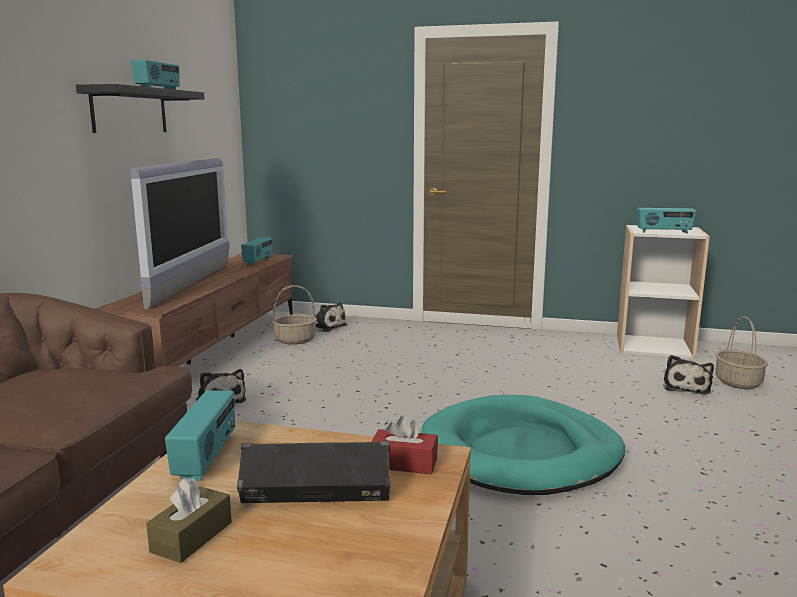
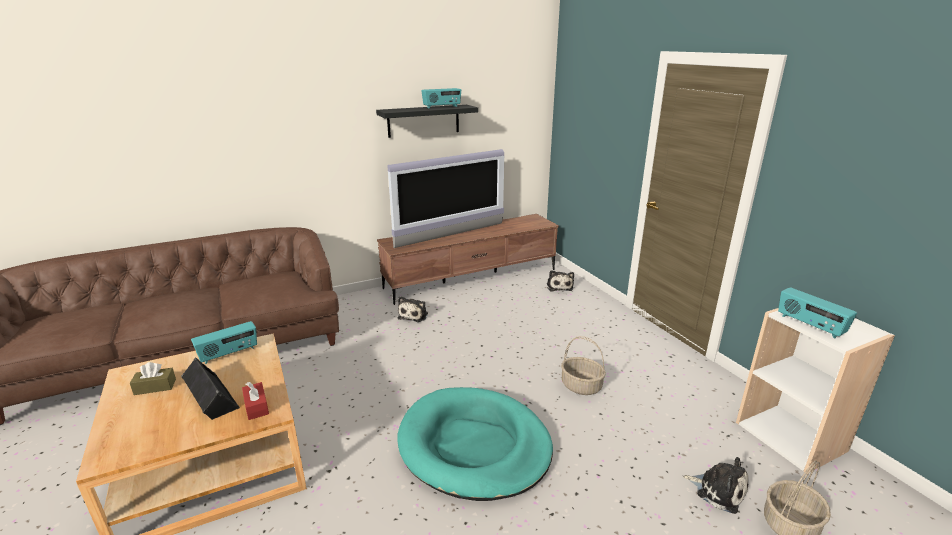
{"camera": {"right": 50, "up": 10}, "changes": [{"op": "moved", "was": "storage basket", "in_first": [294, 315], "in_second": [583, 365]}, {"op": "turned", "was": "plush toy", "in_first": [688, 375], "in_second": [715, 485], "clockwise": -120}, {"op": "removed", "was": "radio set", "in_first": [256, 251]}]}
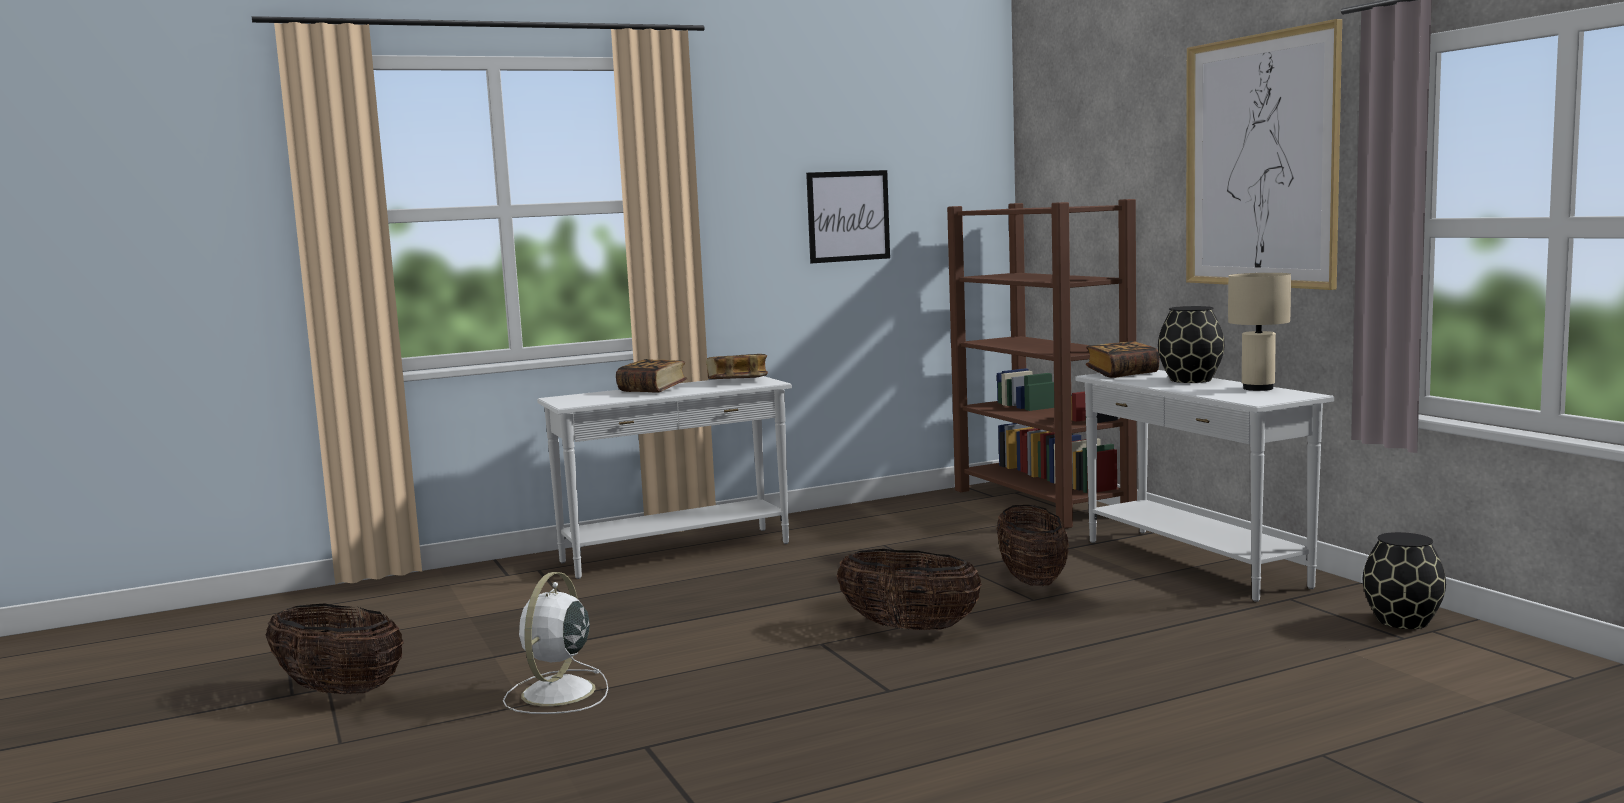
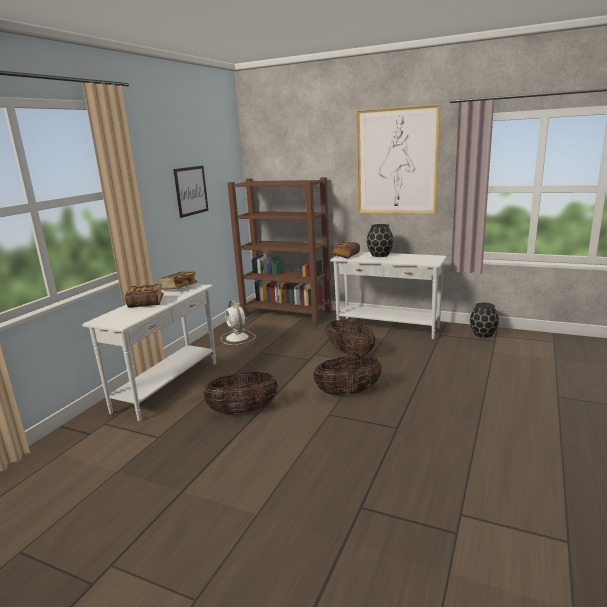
{"camera": {"right": -40, "up": 10}, "changes": [{"op": "moved", "was": "storage basket", "in_first": [335, 649], "in_second": [240, 393]}, {"op": "moved", "was": "white-coloured fan", "in_first": [555, 643], "in_second": [238, 322]}, {"op": "removed", "was": "beige lamp for a table", "in_first": [1259, 332]}]}
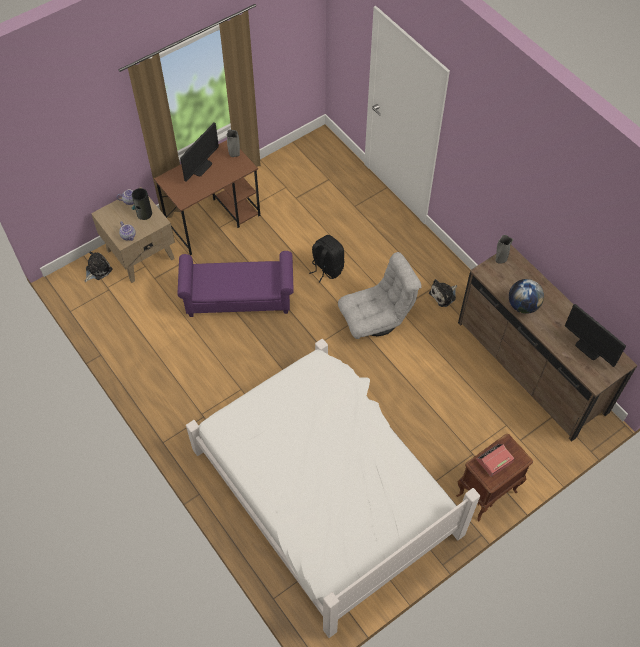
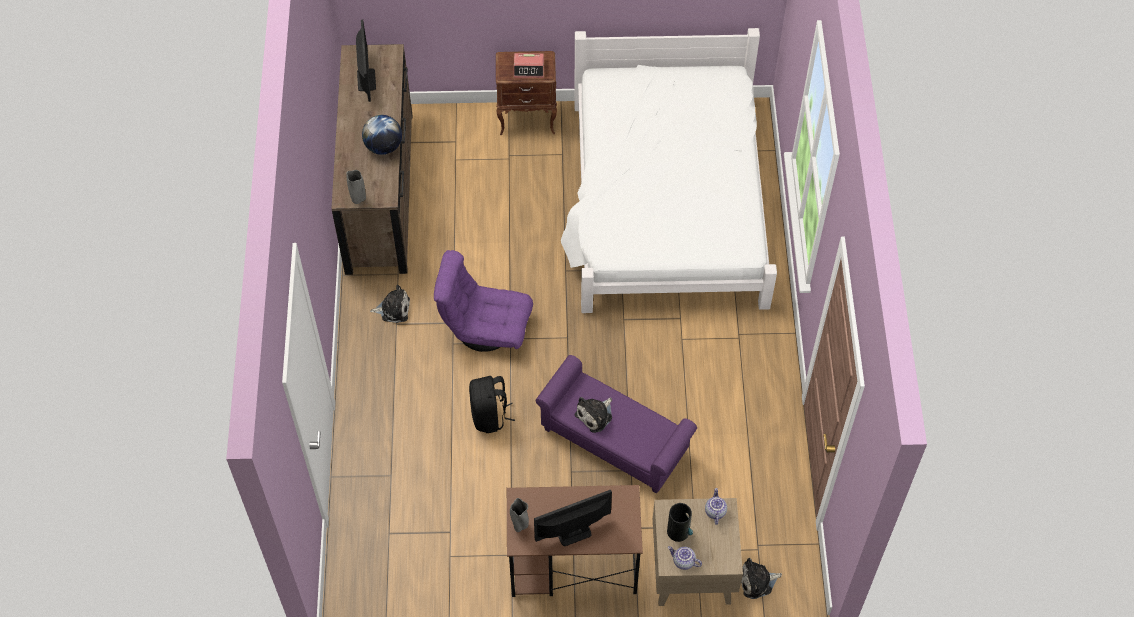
{"camera": {"right": -145, "up": 0}, "changes": [{"op": "recoloured", "was": "gray easy chair", "now": "purple easy chair", "in_first": [379, 295], "in_second": [483, 301]}, {"op": "added", "now": "plush toy", "in_second": [593, 415]}]}
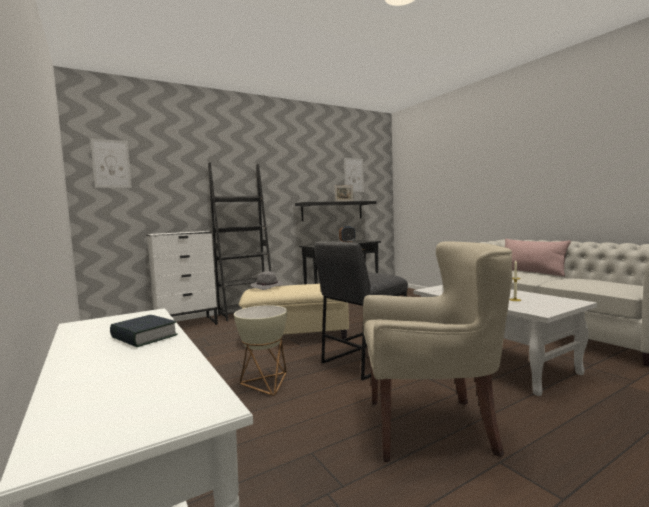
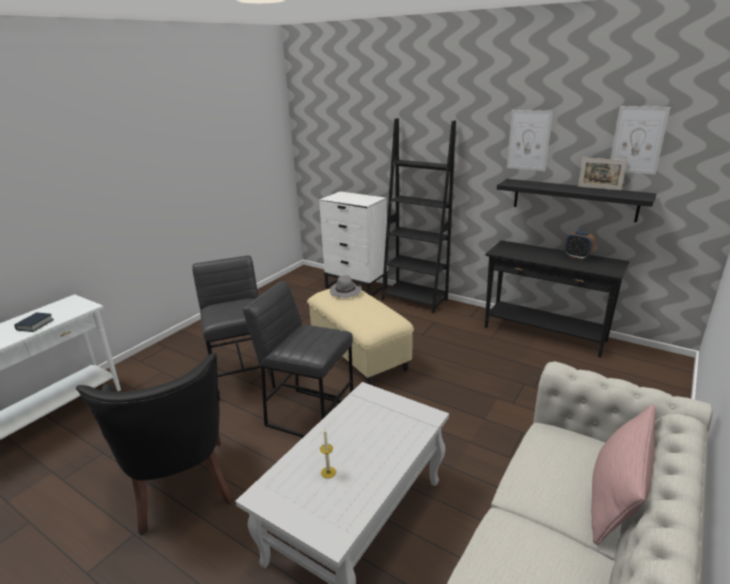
{"camera": {"right": 65, "up": 20}, "changes": [{"op": "recoloured", "was": "beige easy chair", "now": "blackish easy chair", "in_first": [437, 351], "in_second": [154, 444]}, {"op": "replaced", "was": "plant pot", "now": "gray stool", "in_first": [260, 350], "in_second": [233, 328]}, {"op": "moved", "was": "picture", "in_first": [111, 163], "in_second": [530, 140]}]}
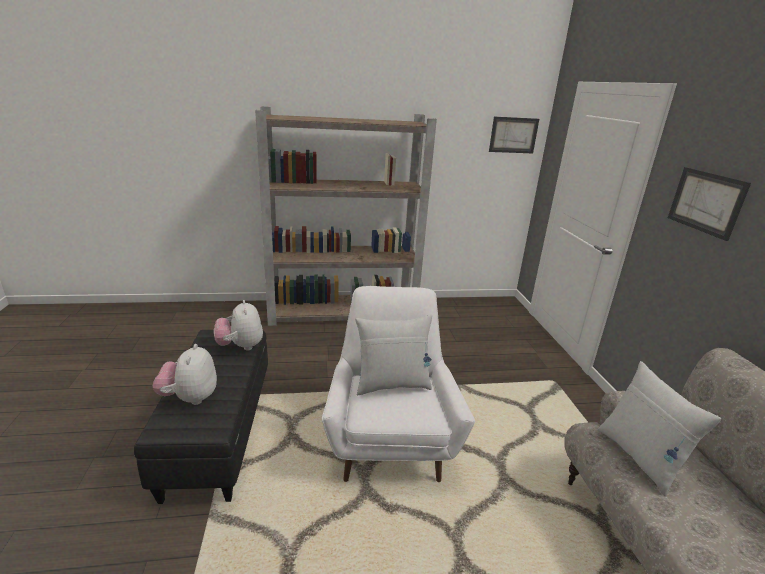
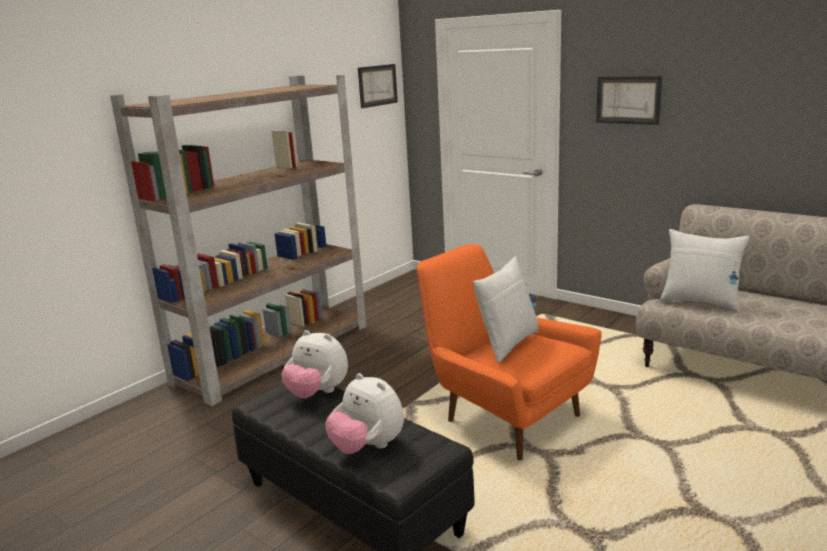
{"camera": {"right": -40, "up": -5}, "changes": [{"op": "recoloured", "was": "white-coloured easy chair", "now": "orange-coloured easy chair", "in_first": [398, 384], "in_second": [509, 352]}]}
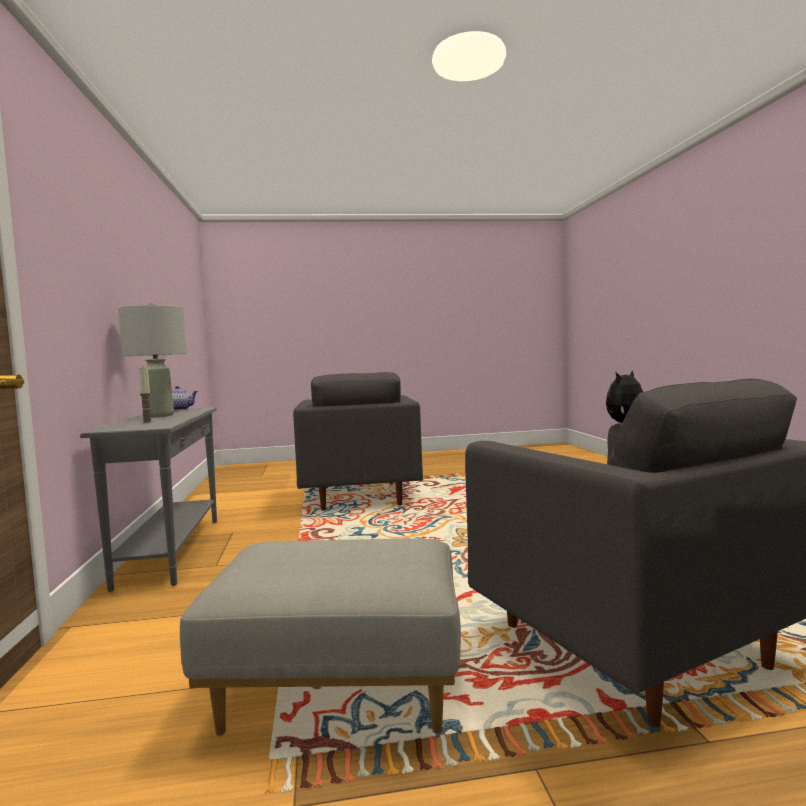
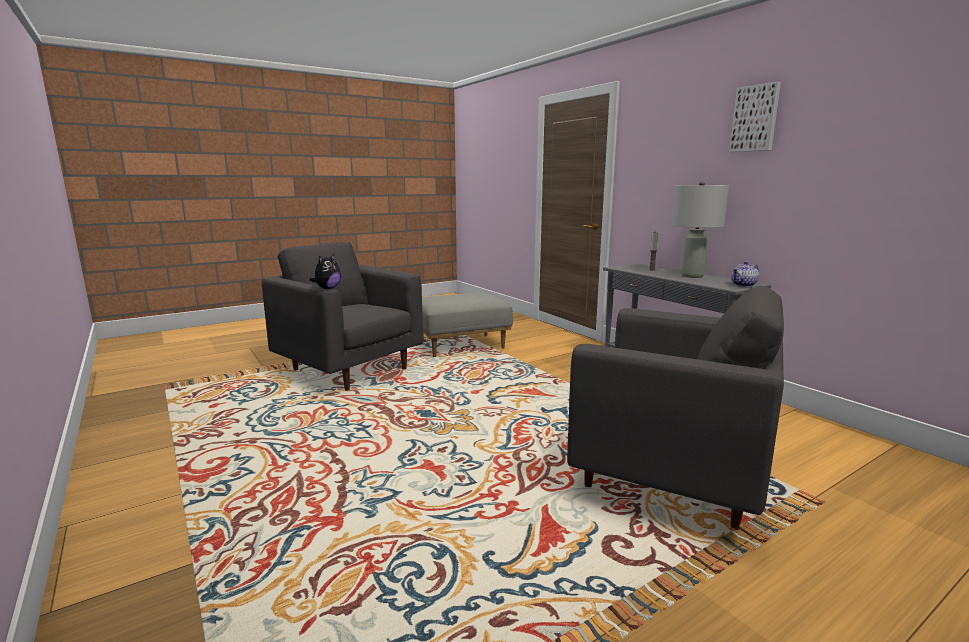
{"camera": {"right": 155, "up": 10}, "changes": [{"op": "turned", "was": "gray easy chair", "in_first": [358, 441], "in_second": [675, 408], "clockwise": 150}, {"op": "added", "now": "picture", "in_second": [755, 117]}]}
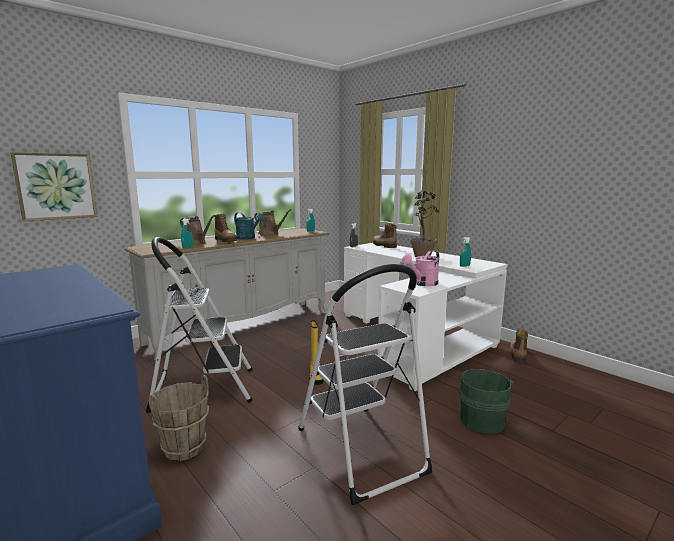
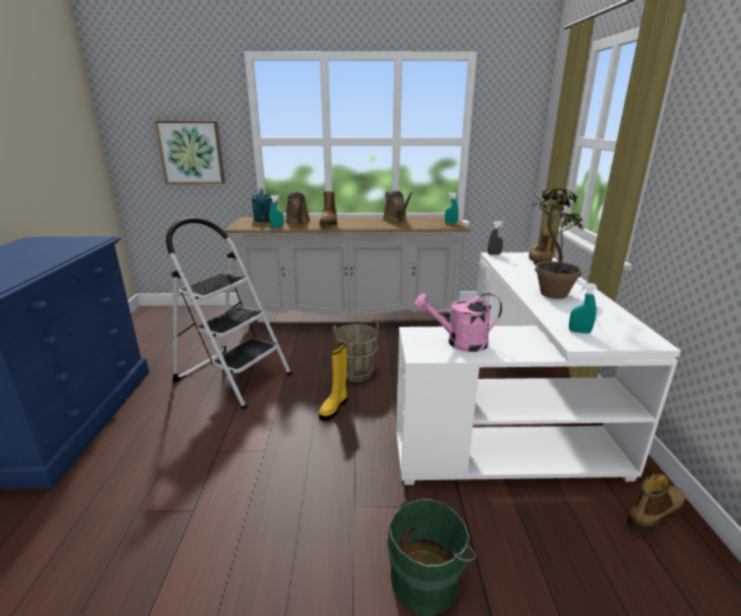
{"camera": {"right": 40, "up": 10}, "changes": [{"op": "moved", "was": "turquoise watering pot", "in_first": [249, 225], "in_second": [262, 205]}, {"op": "moved", "was": "brown-coloured pail", "in_first": [179, 417], "in_second": [356, 352]}, {"op": "removed", "was": "stepladder", "in_first": [365, 384]}]}
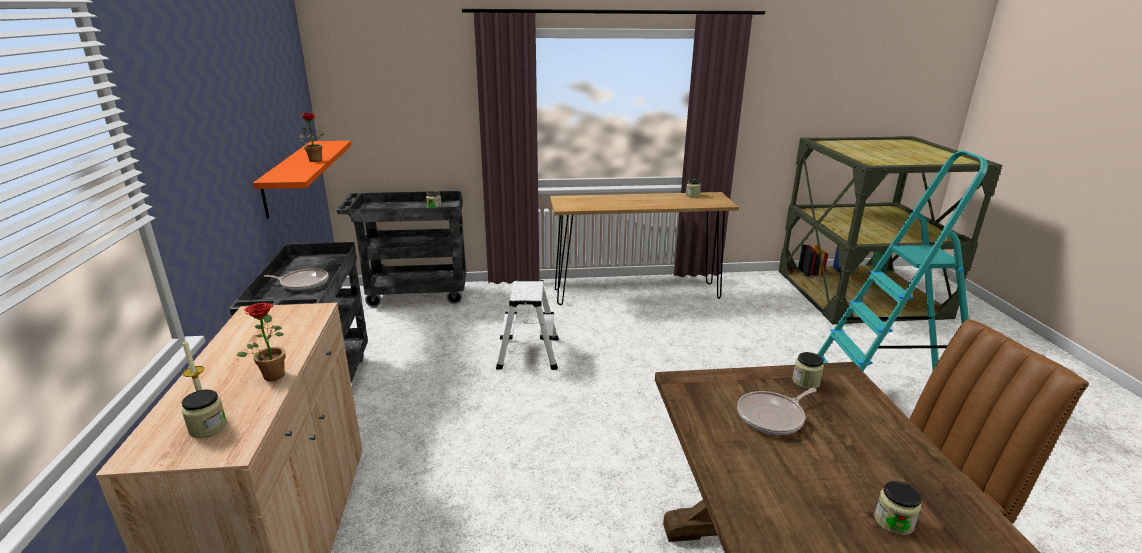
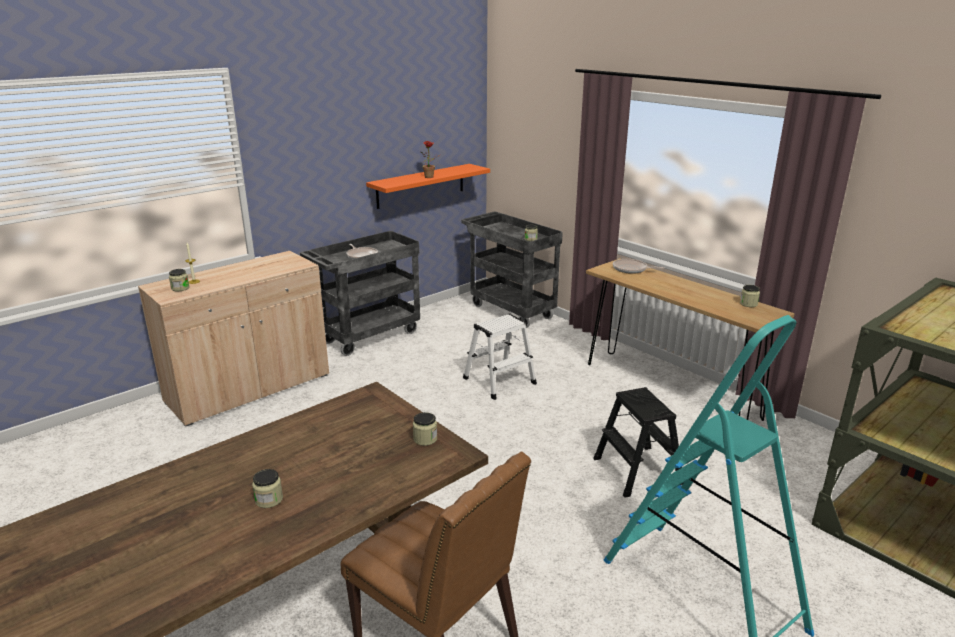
{"camera": {"right": 55, "up": 0}, "changes": [{"op": "added", "now": "blackish stepladder", "in_second": [638, 442]}, {"op": "moved", "was": "frying pan", "in_first": [777, 411], "in_second": [638, 266]}, {"op": "removed", "was": "houseplant", "in_first": [261, 341]}]}
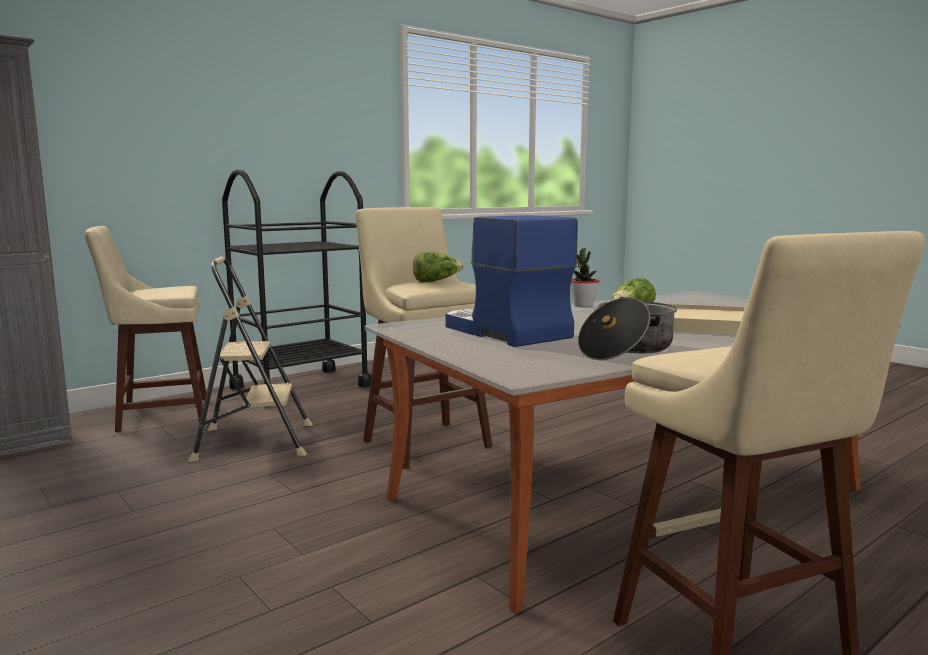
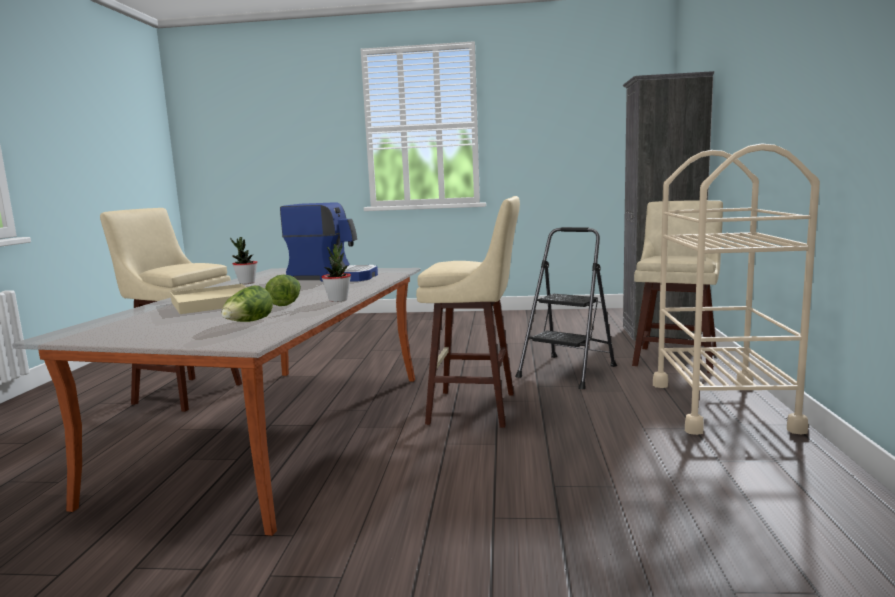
{"camera": {"right": 135, "up": 0}, "changes": [{"op": "moved", "was": "head of lettuce", "in_first": [438, 267], "in_second": [247, 304]}, {"op": "replaced", "was": "cooking pot", "now": "houseplant", "in_first": [627, 328], "in_second": [243, 260]}, {"op": "recoloured", "was": "beige stepladder", "now": "blackish stepladder", "in_first": [250, 359], "in_second": [566, 308]}, {"op": "recoloured", "was": "blackish cart", "now": "beige cart", "in_first": [297, 288], "in_second": [736, 289]}]}
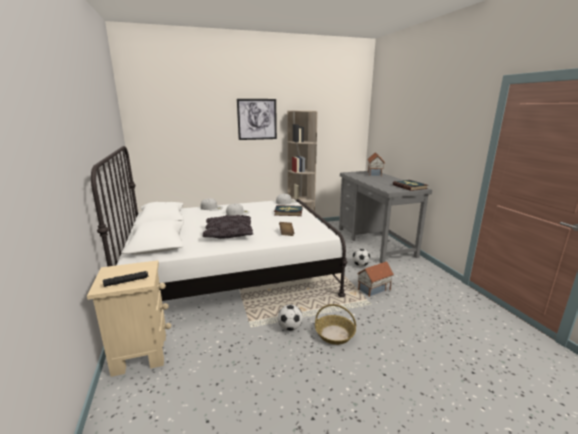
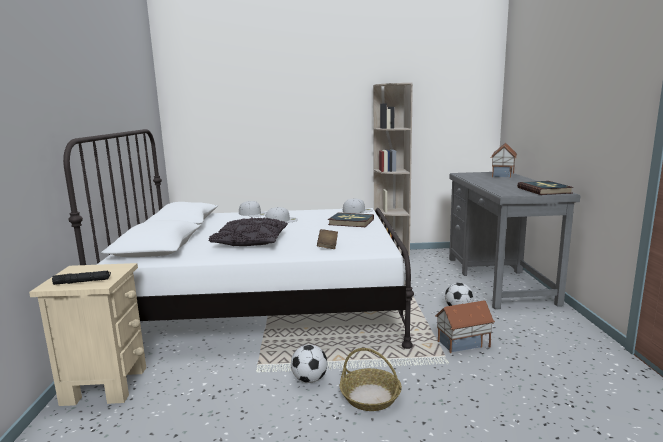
{"camera": {"right": 15, "up": -5}, "changes": [{"op": "removed", "was": "picture", "in_first": [257, 119]}]}
